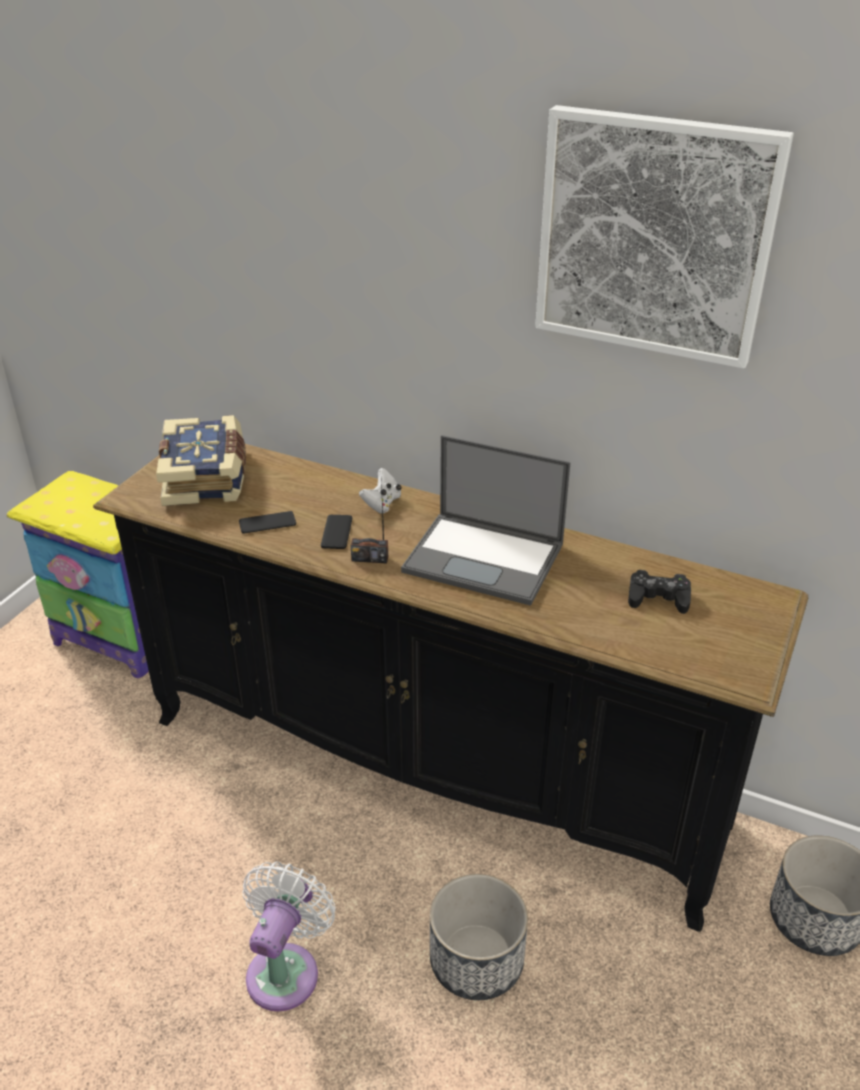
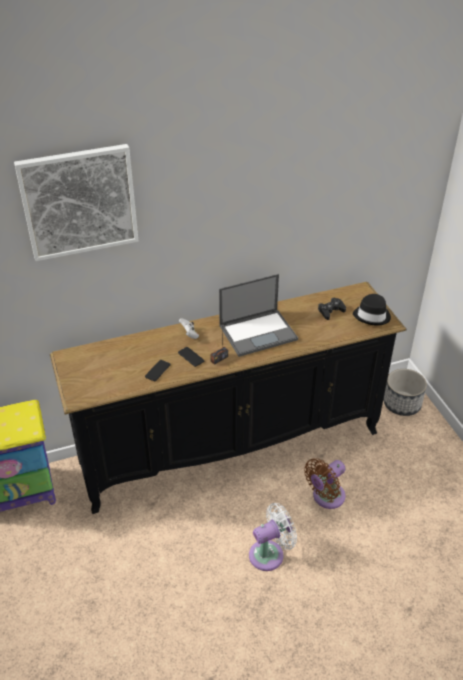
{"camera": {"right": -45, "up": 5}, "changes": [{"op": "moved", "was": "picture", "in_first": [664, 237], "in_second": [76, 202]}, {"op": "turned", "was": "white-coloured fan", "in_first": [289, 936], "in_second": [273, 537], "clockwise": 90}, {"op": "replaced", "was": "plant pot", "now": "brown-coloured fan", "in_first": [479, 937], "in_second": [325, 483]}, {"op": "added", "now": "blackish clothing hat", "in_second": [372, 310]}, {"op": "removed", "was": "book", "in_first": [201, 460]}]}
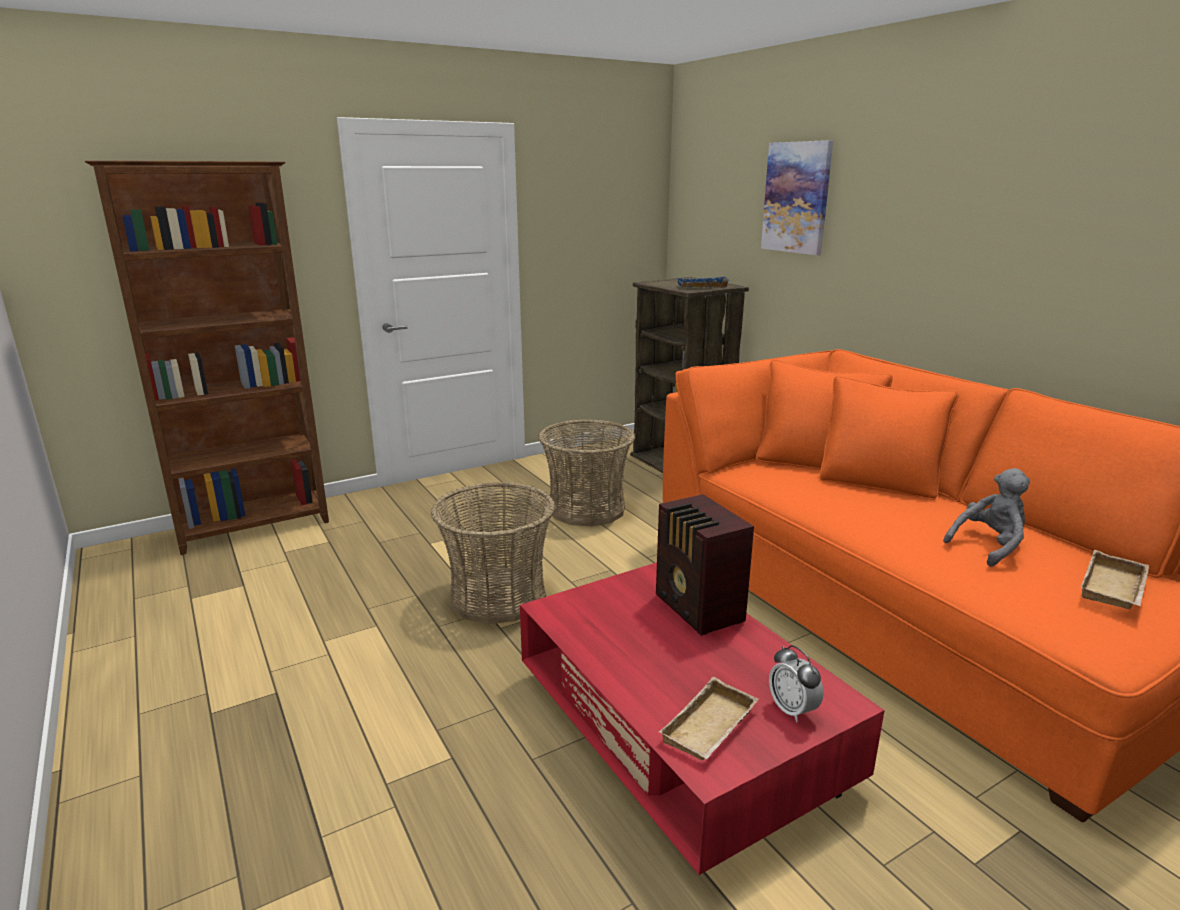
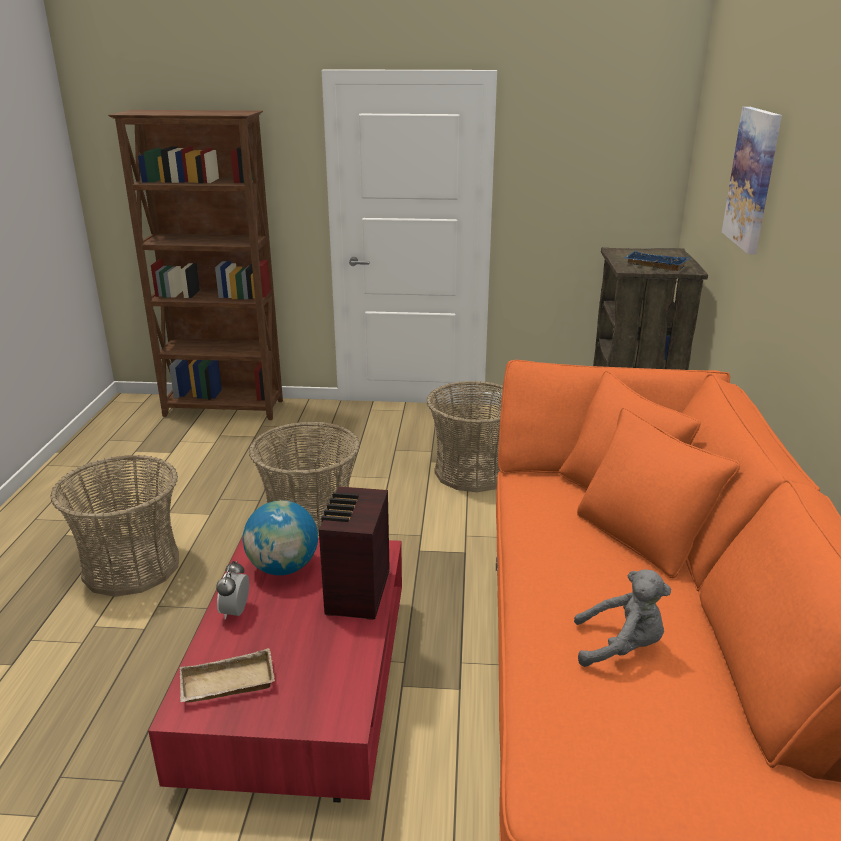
{"camera": {"right": 35, "up": 5}, "changes": [{"op": "added", "now": "storage basket", "in_second": [114, 526]}, {"op": "moved", "was": "bedside clock", "in_first": [796, 683], "in_second": [232, 590]}, {"op": "added", "now": "desk globe", "in_second": [280, 537]}, {"op": "removed", "was": "beige carrying tray", "in_first": [1114, 579]}]}
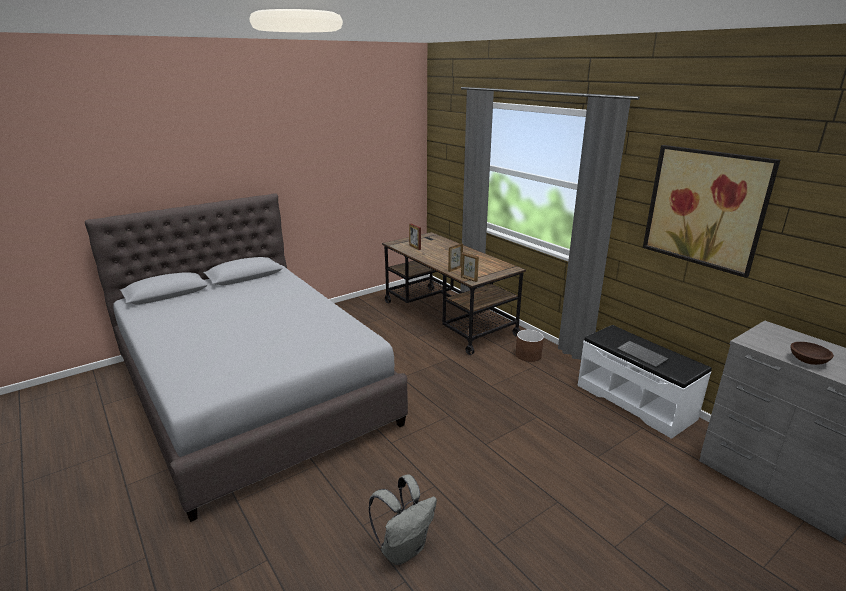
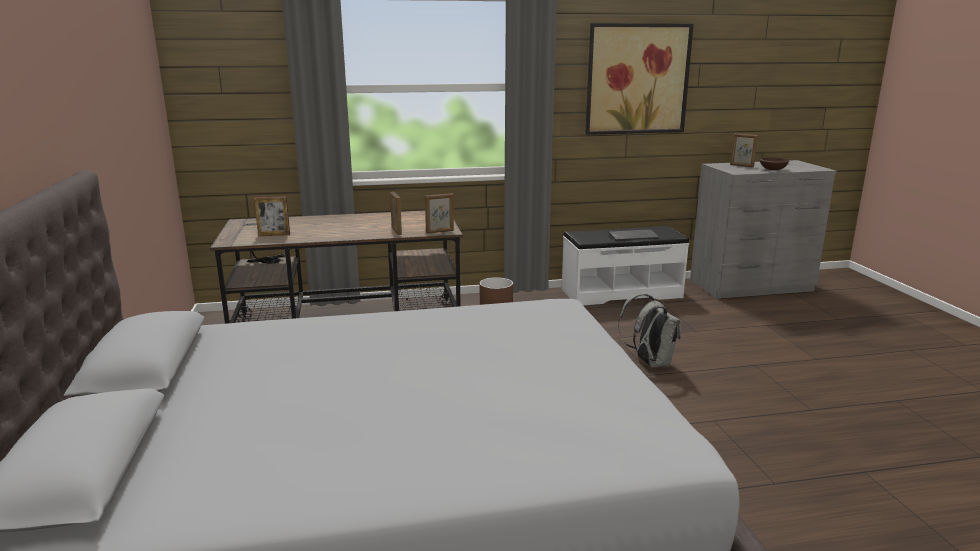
{"camera": {"right": -65, "up": -5}, "changes": [{"op": "moved", "was": "gray backpack", "in_first": [402, 520], "in_second": [649, 330]}, {"op": "added", "now": "picture frame", "in_second": [744, 150]}]}
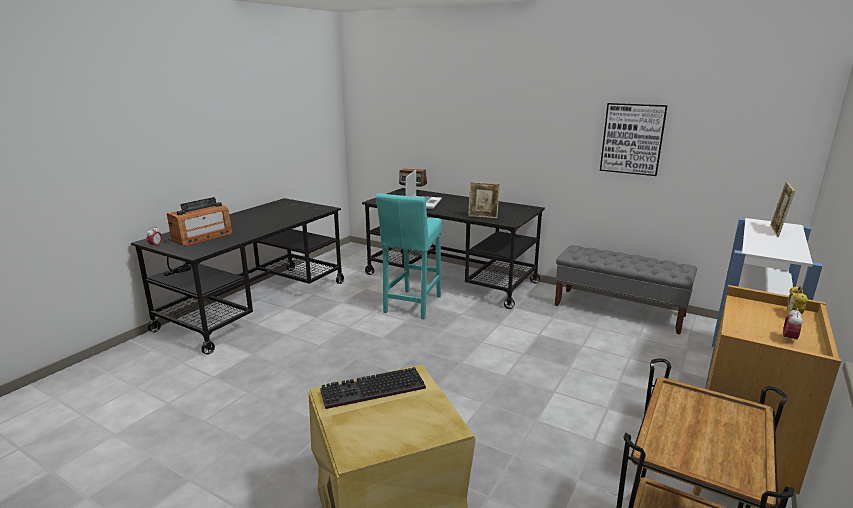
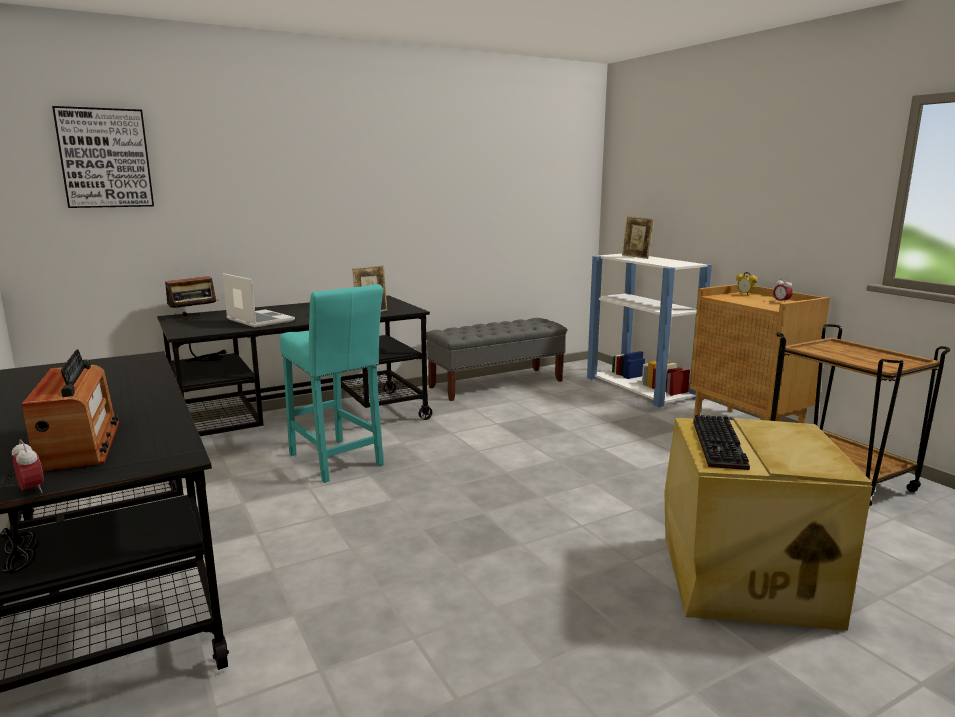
{"camera": {"right": -60, "up": -5}, "changes": [{"op": "moved", "was": "picture", "in_first": [634, 139], "in_second": [103, 157]}]}
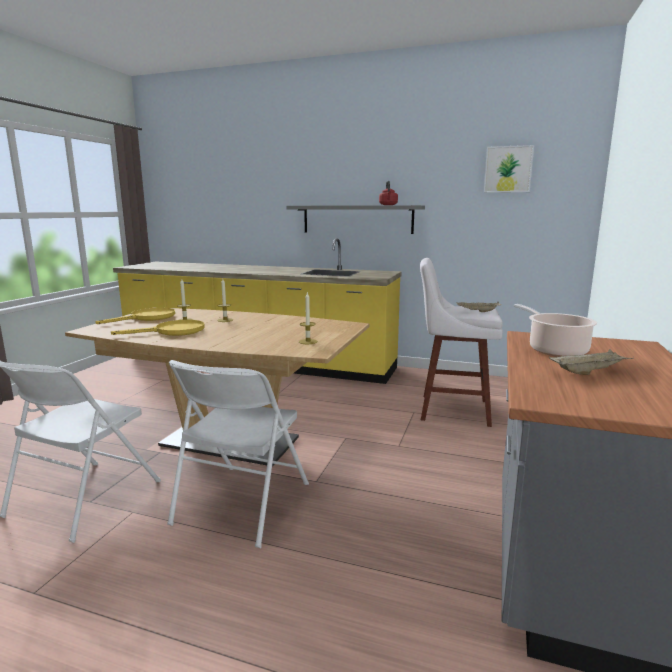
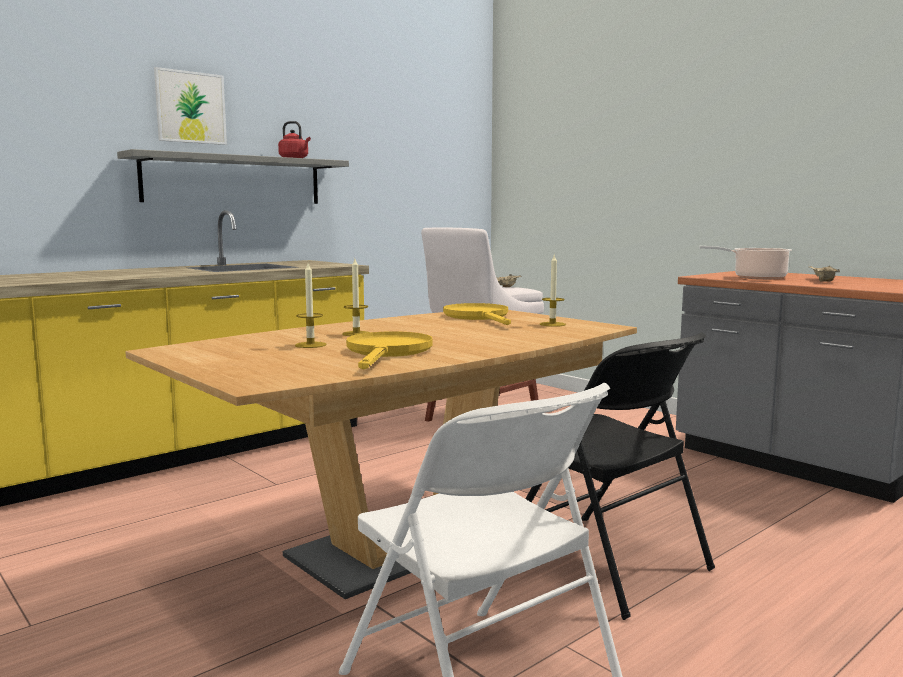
{"camera": {"right": -60, "up": -5}, "changes": [{"op": "moved", "was": "picture", "in_first": [509, 169], "in_second": [190, 106]}, {"op": "moved", "was": "yellow-coloured frying pan", "in_first": [135, 316], "in_second": [477, 314]}, {"op": "recoloured", "was": "white-coloured chair", "now": "blackish chair", "in_first": [238, 454], "in_second": [620, 476]}]}
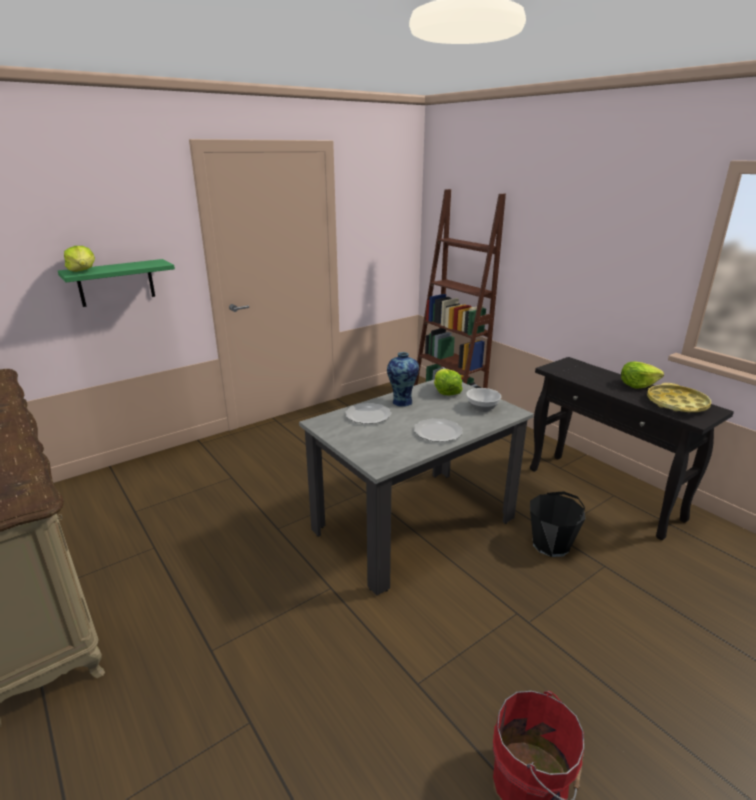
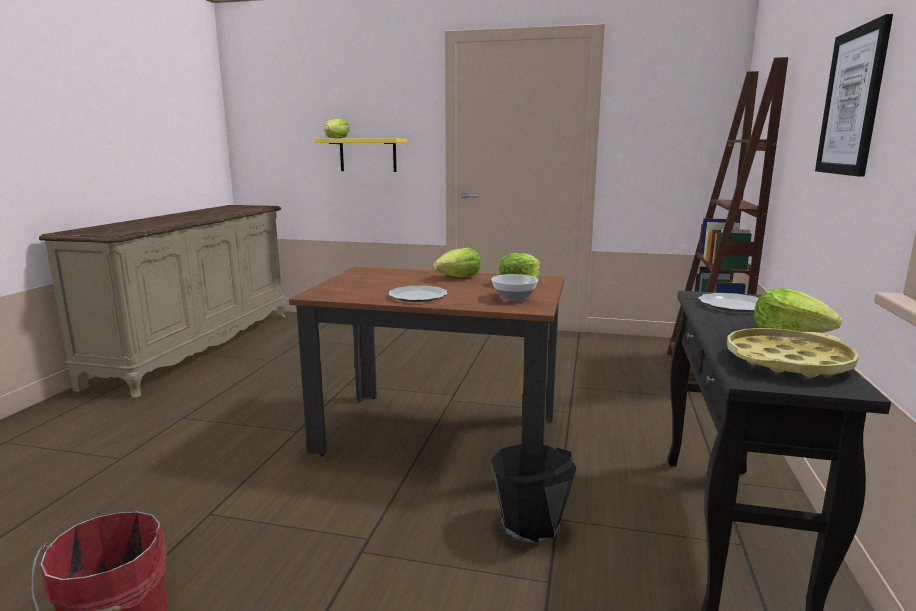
{"camera": {"right": 50, "up": -10}, "changes": [{"op": "recoloured", "was": "gray dinner table", "now": "brown-coloured dinner table", "in_first": [416, 487], "in_second": [426, 361]}, {"op": "recoloured", "was": "green-coloured shelf", "now": "yellow-coloured shelf", "in_first": [116, 283], "in_second": [361, 155]}, {"op": "replaced", "was": "vase", "now": "head of lettuce", "in_first": [403, 379], "in_second": [457, 262]}, {"op": "moved", "was": "dinner plate", "in_first": [368, 413], "in_second": [728, 302]}, {"op": "added", "now": "picture", "in_second": [854, 95]}]}
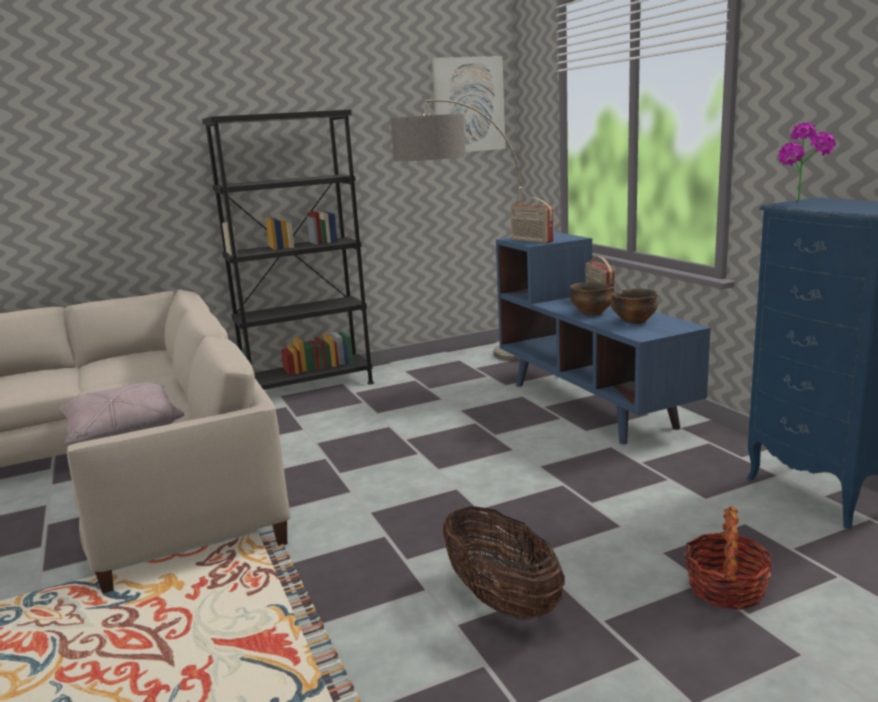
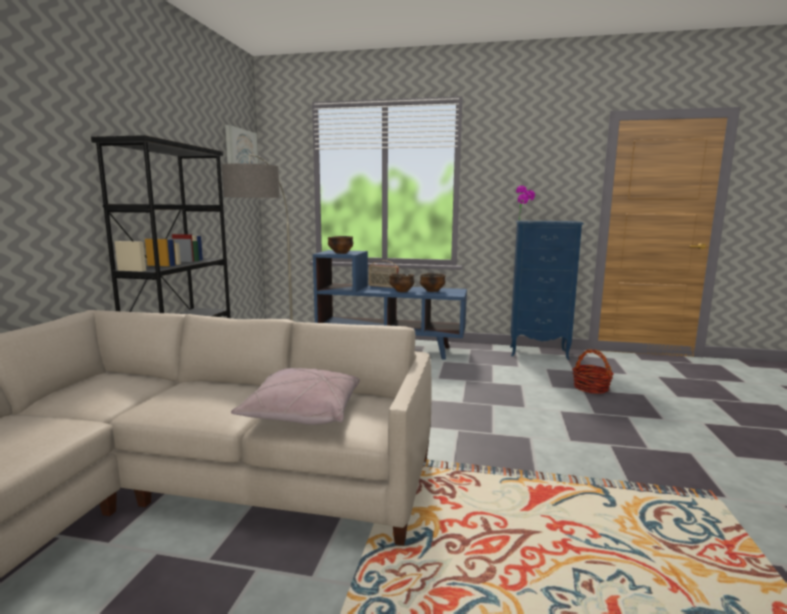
{"camera": {"right": -55, "up": -5}, "changes": [{"op": "replaced", "was": "radio set", "now": "serving bowl", "in_first": [532, 220], "in_second": [340, 245]}, {"op": "removed", "was": "storage basket", "in_first": [504, 563]}]}
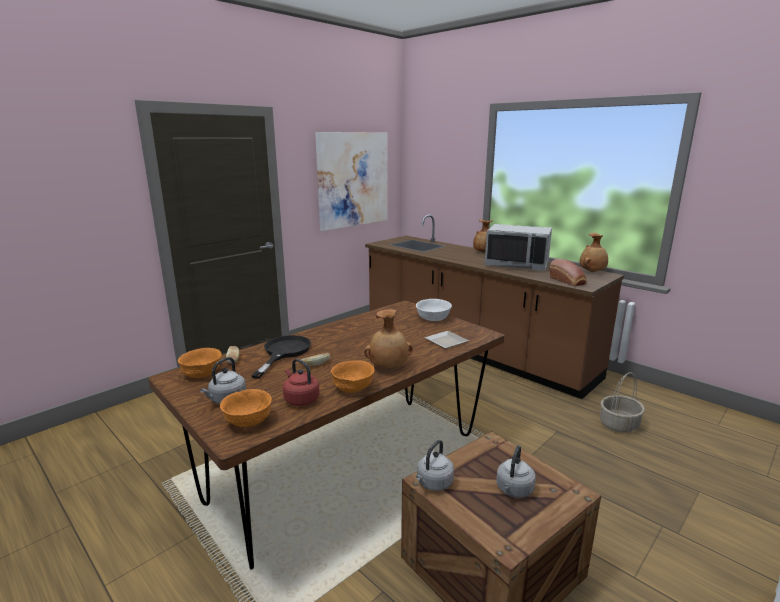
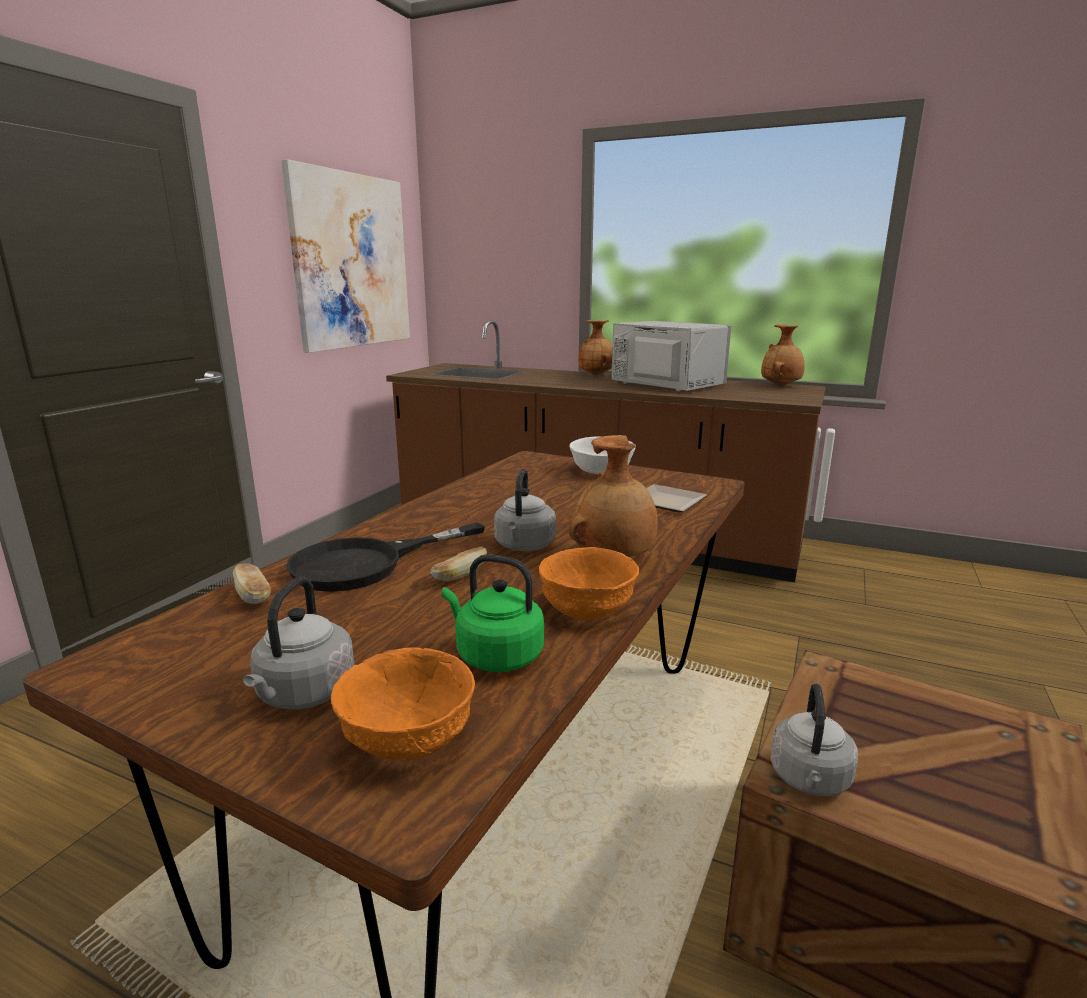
{"camera": {"right": -20, "up": 0}, "changes": [{"op": "turned", "was": "blackish frying pan", "in_first": [281, 357], "in_second": [385, 557], "clockwise": -120}, {"op": "recoloured", "was": "red tea kettle", "now": "green-coloured tea kettle", "in_first": [301, 382], "in_second": [493, 613]}, {"op": "moved", "was": "gray tea kettle", "in_first": [516, 471], "in_second": [525, 510]}, {"op": "turned", "was": "gray microwave oven", "in_first": [518, 247], "in_second": [671, 356], "clockwise": -135}, {"op": "removed", "was": "orange-coloured serving bowl", "in_first": [200, 363]}, {"op": "removed", "was": "bakery bread", "in_first": [568, 272]}, {"op": "removed", "was": "storage basket", "in_first": [622, 402]}]}
